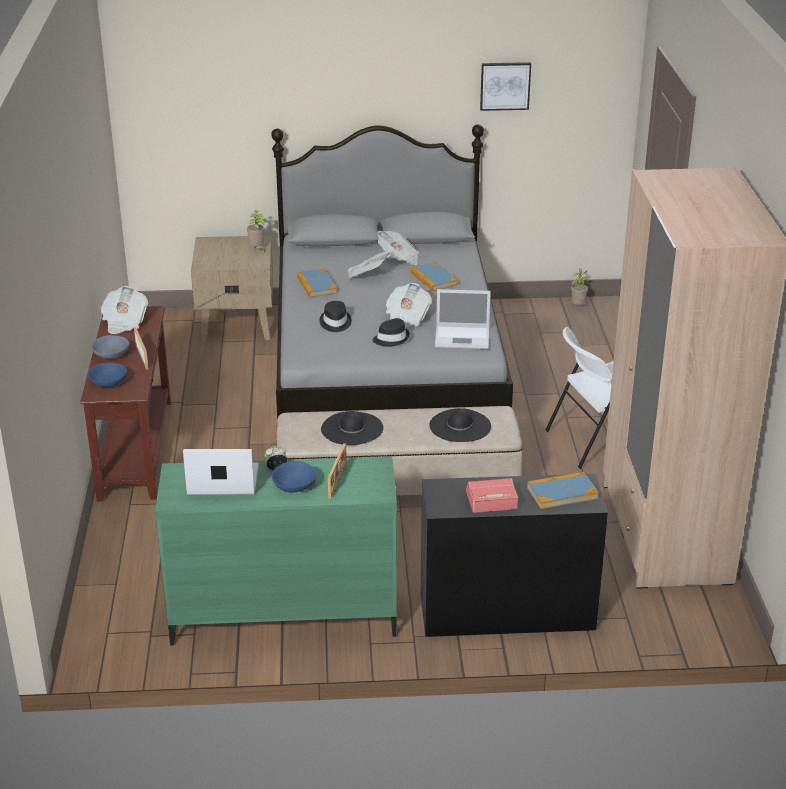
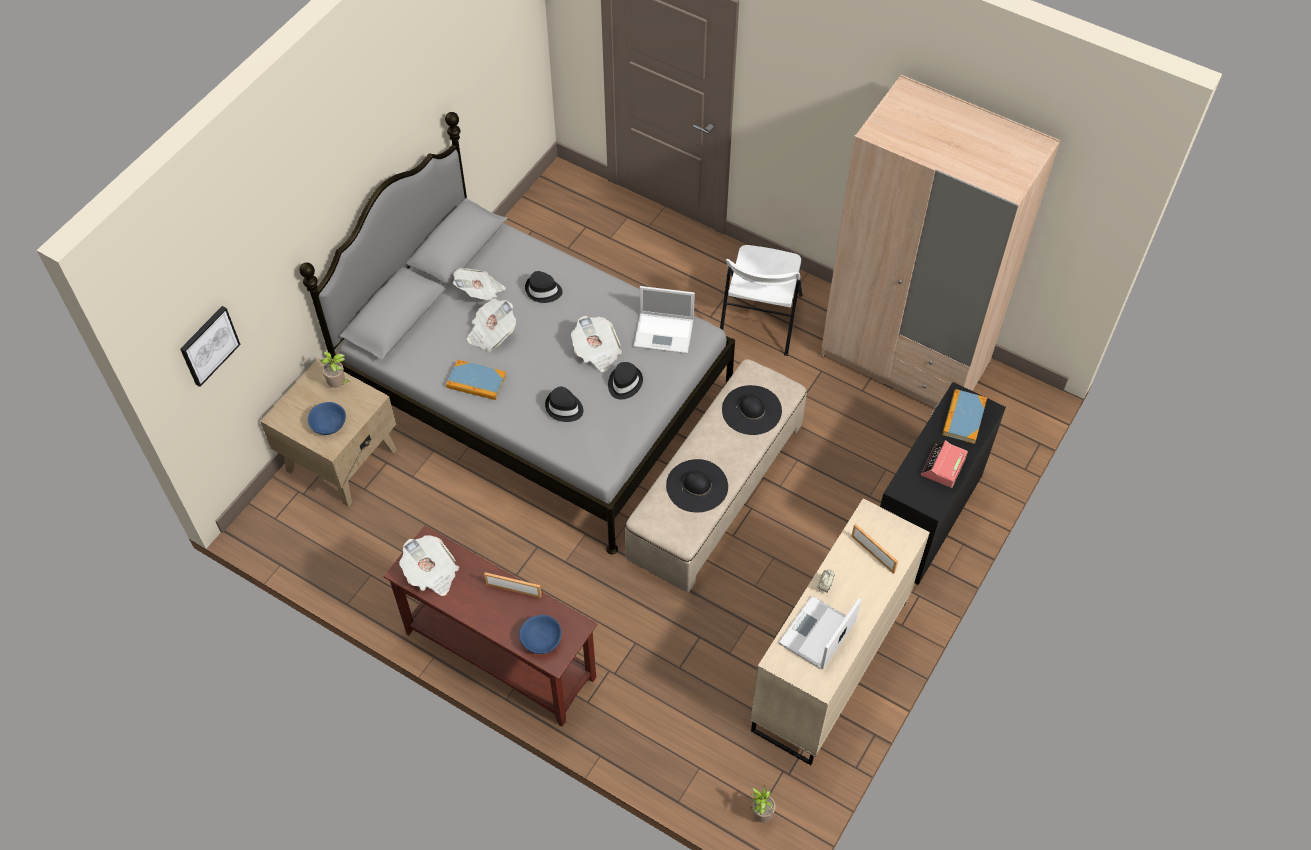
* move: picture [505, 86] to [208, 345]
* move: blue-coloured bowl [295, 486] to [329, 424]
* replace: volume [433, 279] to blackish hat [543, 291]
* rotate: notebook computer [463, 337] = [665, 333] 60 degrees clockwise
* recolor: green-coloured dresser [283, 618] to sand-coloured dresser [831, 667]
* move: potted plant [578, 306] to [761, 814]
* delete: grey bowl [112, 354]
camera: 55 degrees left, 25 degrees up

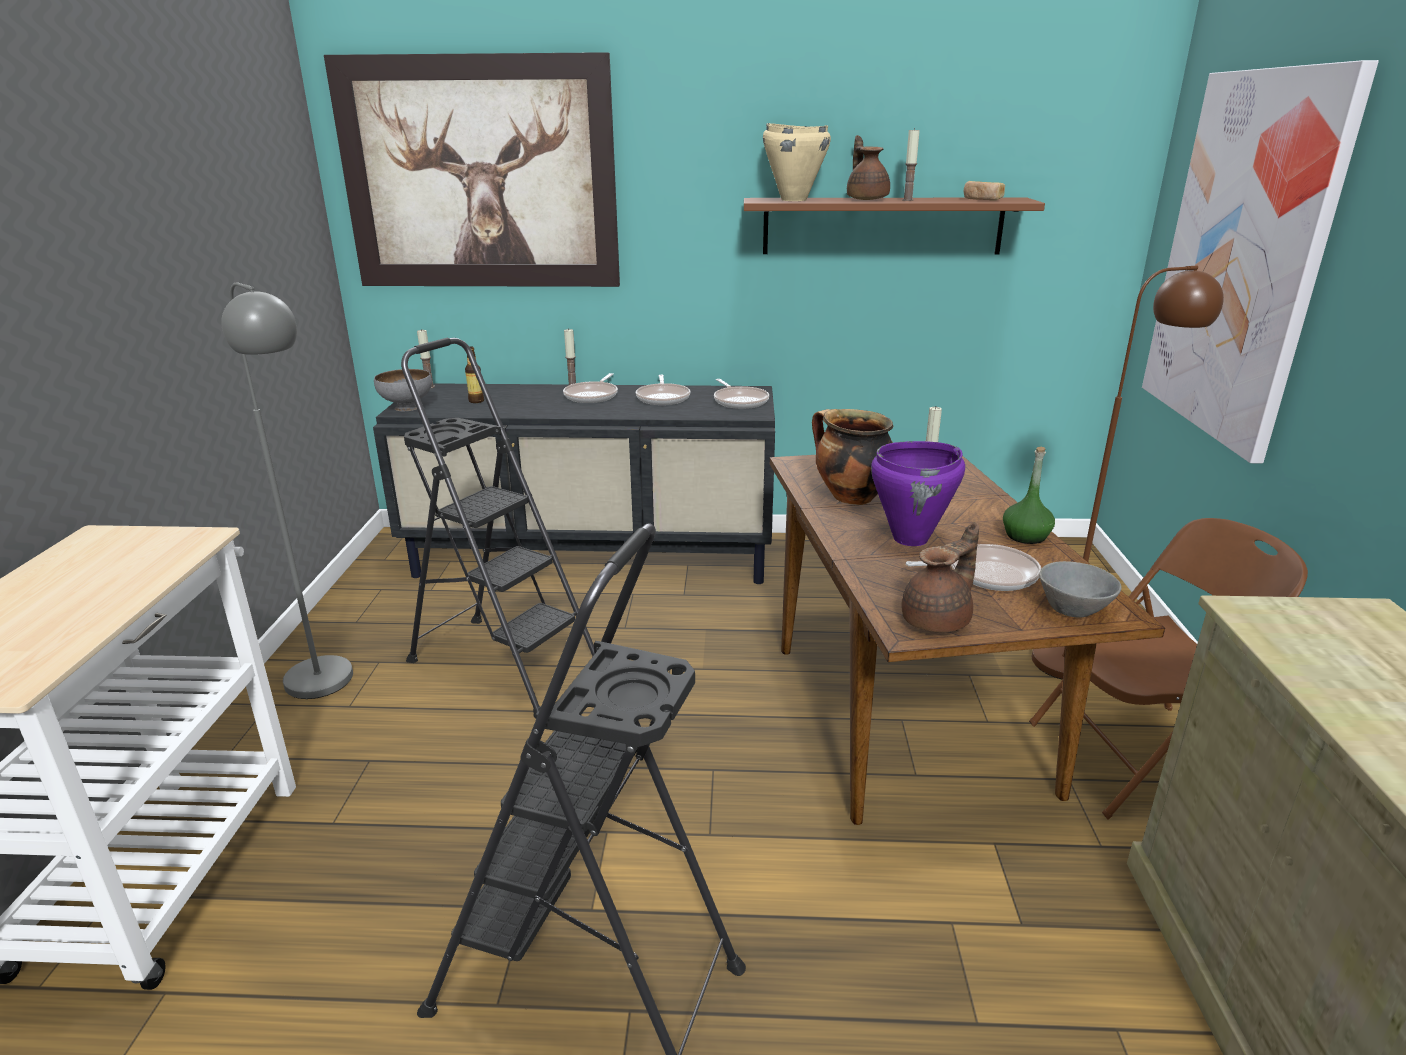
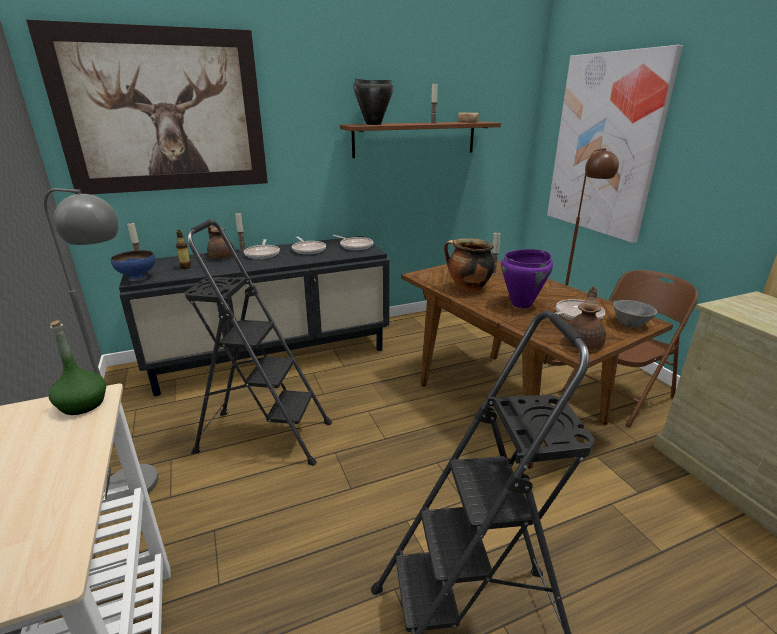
* move: green-coloured bottle [1025, 536] to [83, 404]
* recolor: grey bowl [407, 408] to blue-coloured bowl [137, 278]
* move: brown-coloured tea pot [866, 199] to [221, 256]
* recolor: sand-coloured saucepot [793, 200] to blackish saucepot [373, 124]
camera: 25 degrees left, 0 degrees up

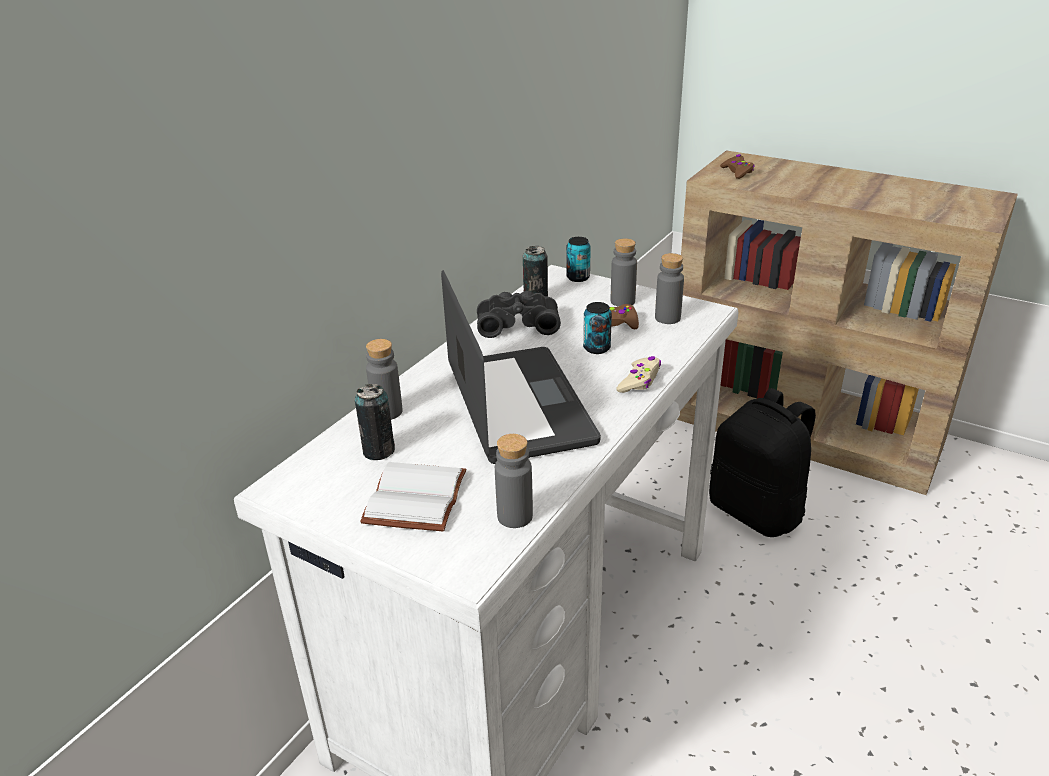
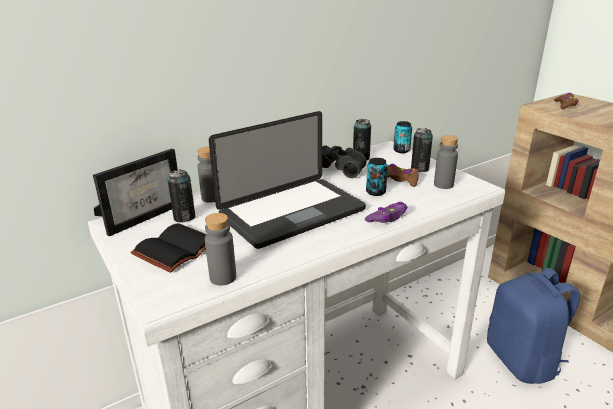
* insert: picture frame [143, 215]
* recolor: white-coloured volume [418, 500] to blackish volume [177, 250]
* rotate: notebook computer [519, 405] = [292, 213] 45 degrees clockwise
* recolor: sand-coloured joypad [639, 381] to purple-coloured joypad [387, 218]
* replace: grey bottle [622, 301] to metal can [419, 169]
* recolor: blackish rucksack [757, 511] to blue-coloured rucksack [523, 360]
camera: 25 degrees right, 5 degrees down

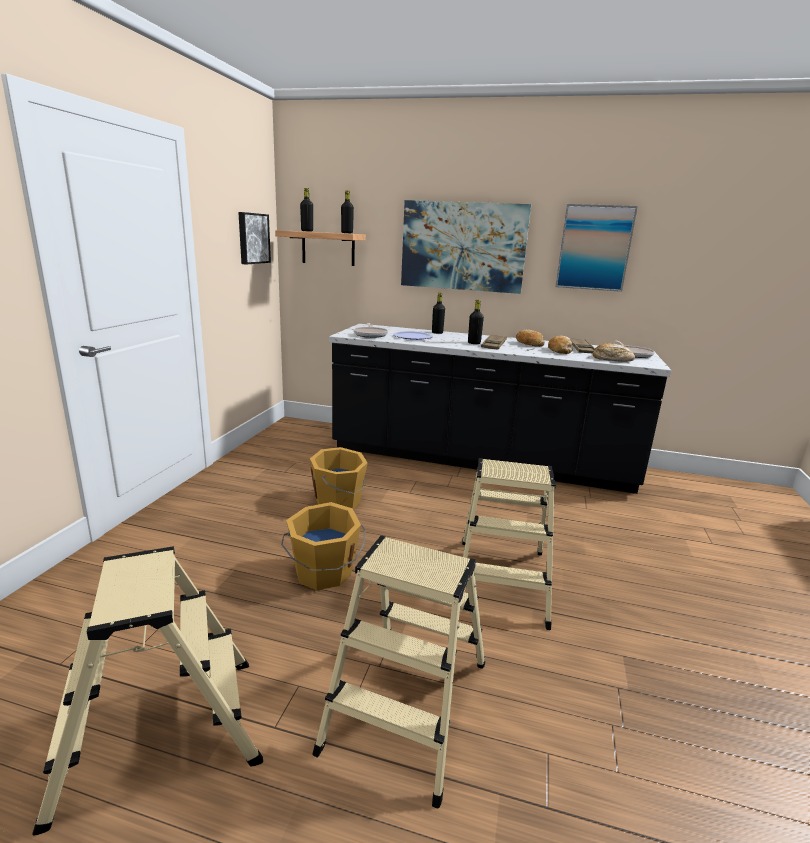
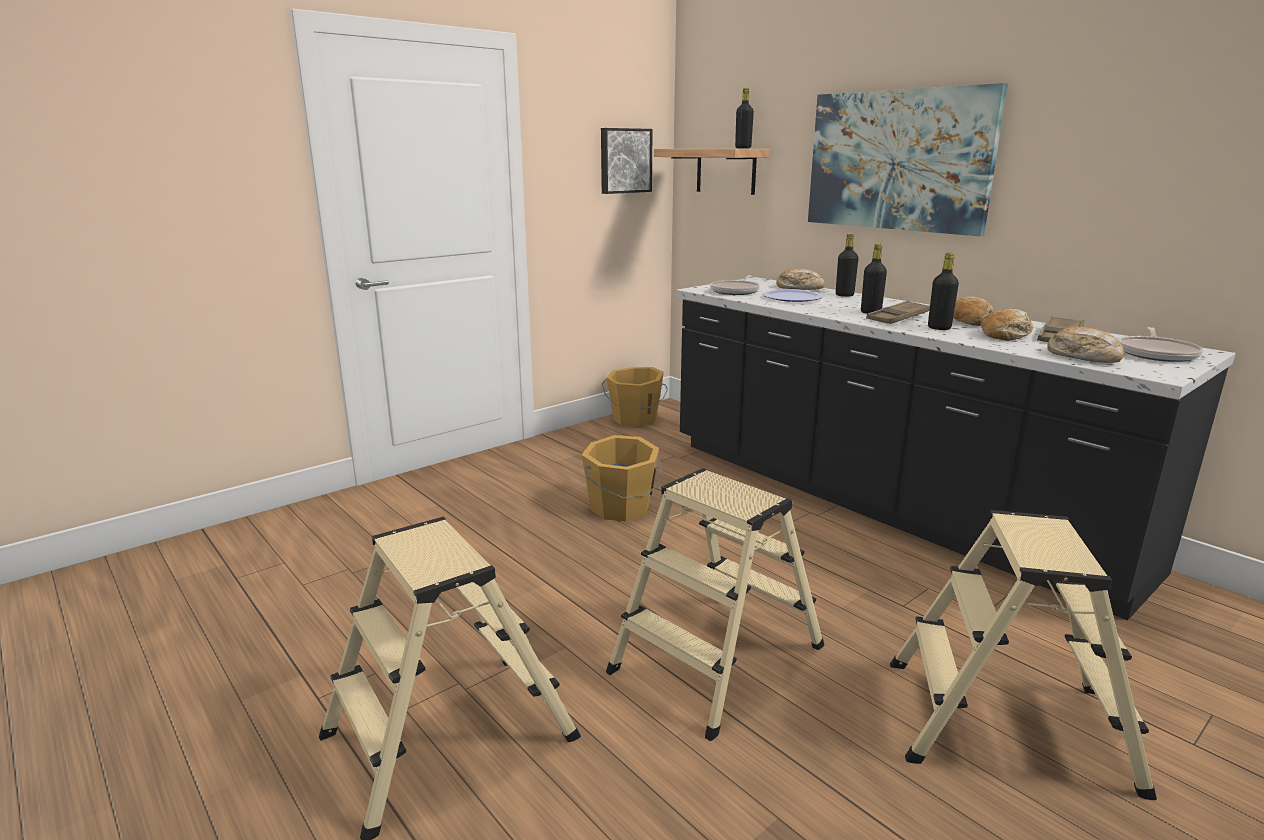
* move: orange-coloured water bucket [323, 573] to [634, 419]
* insert: baked bread [799, 288]
* move: sand-coloured step ladder [158, 734] to [1007, 723]
* move: blackish bottle [307, 231] to [939, 328]
* delete: picture [594, 248]
camera: 35 degrees right, 0 degrees up

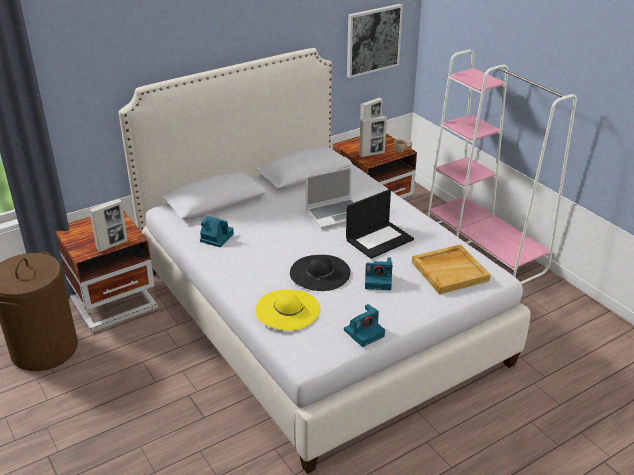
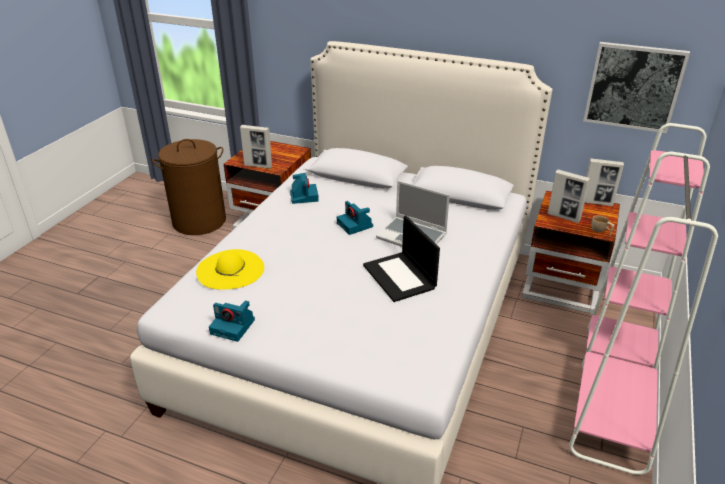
* move: photo camera [379, 280] to [355, 225]
* rotate: notebook computer [379, 239] = [400, 277] 45 degrees clockwise
* delete: blackish hat [320, 272]
* delete: sand-coloured carrying tray [450, 271]
camera: 55 degrees right, 0 degrees up

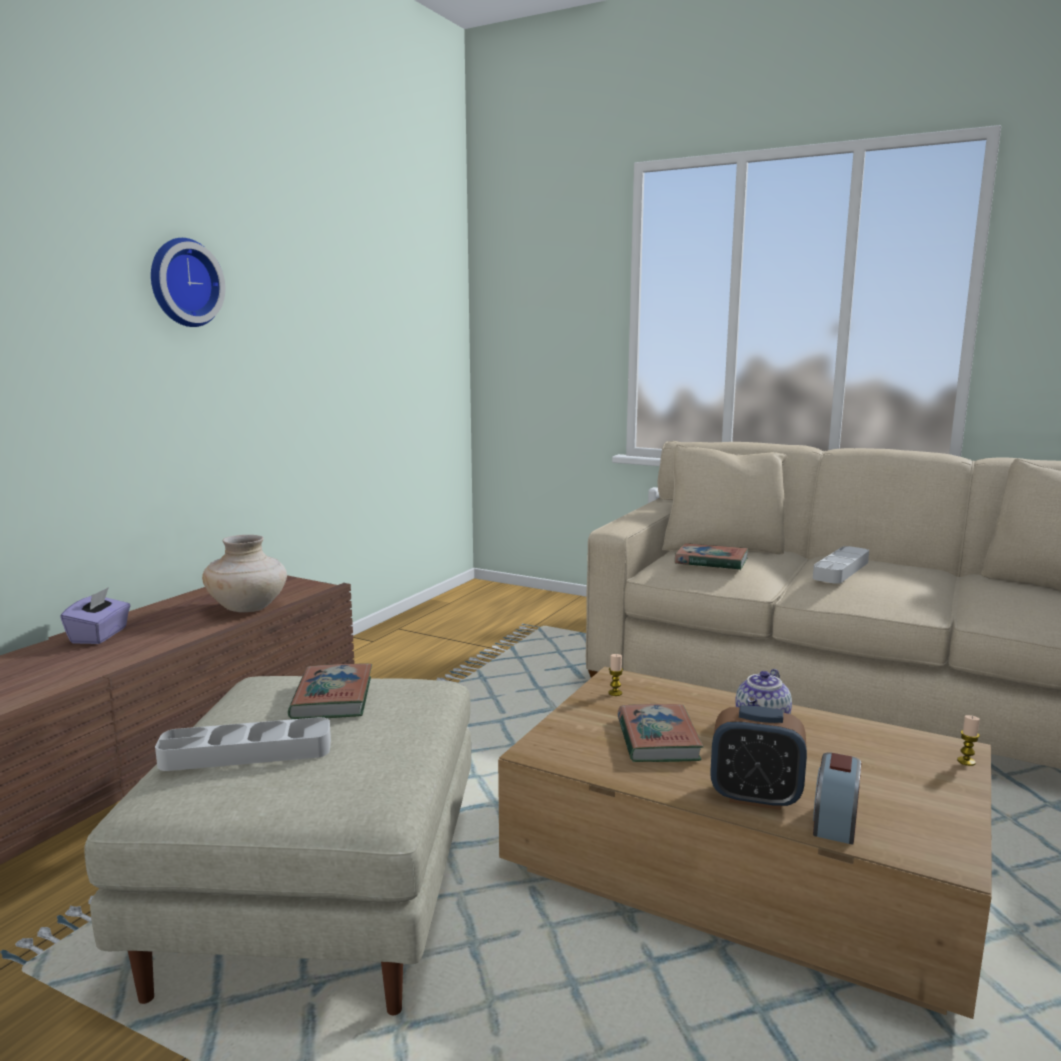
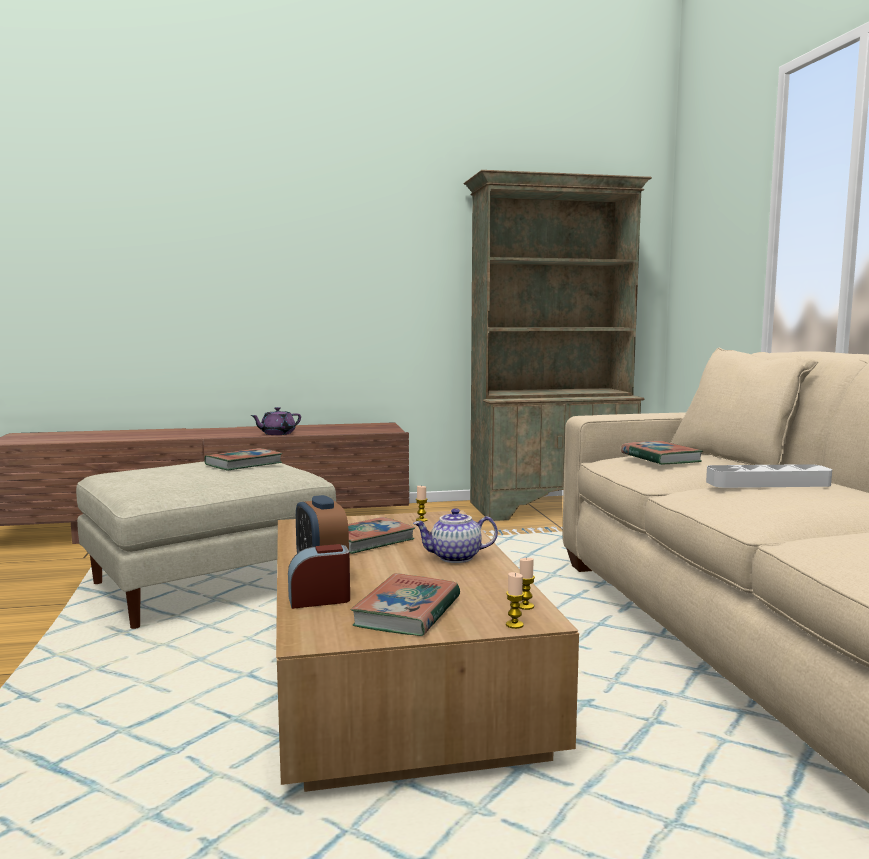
* insert: purple-coloured tea pot [277, 434]
* insert: volume [407, 612]
* insert: green-coloured bookcase [551, 507]
* insert: wax candle [525, 606]
* delete: purple-coloured tissue box [100, 635]
* delete: wall clock [183, 283]
* delete: grey carrying tray [246, 753]
* delete: sand-coloured flower vase [248, 608]
camera: 50 degrees right, 5 degrees down

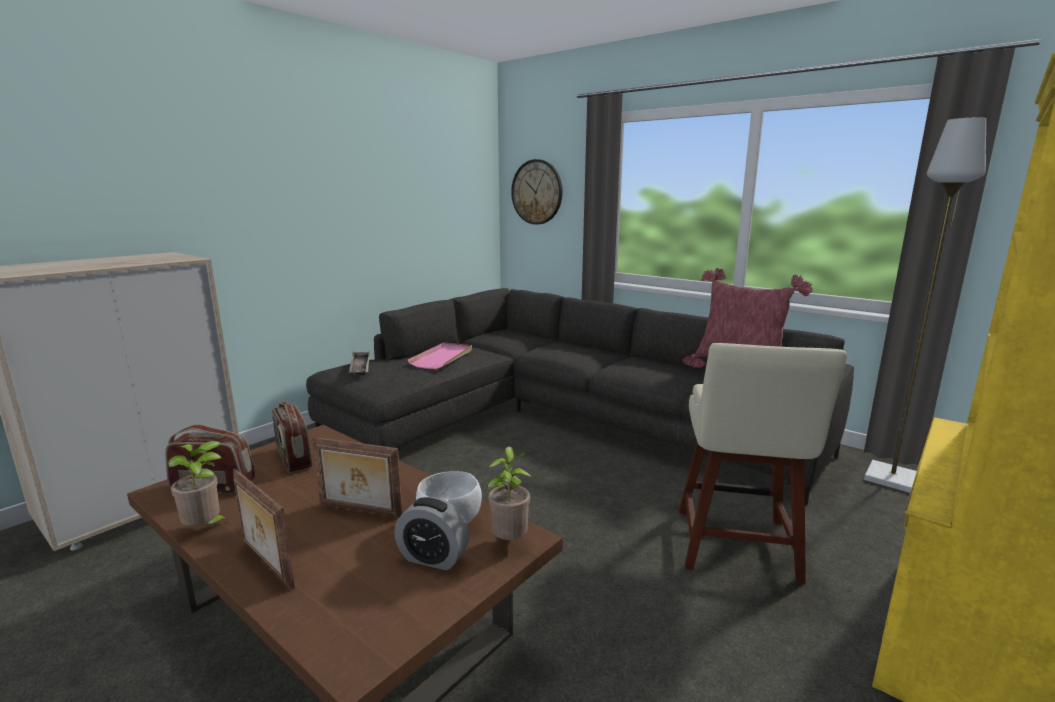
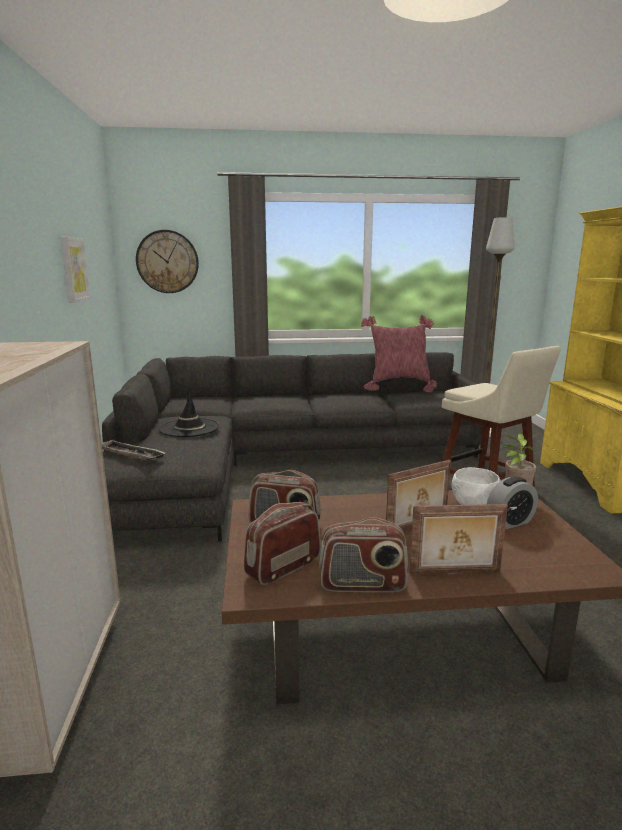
* insert: picture [74, 269]
* replace: pinkish carrying tray [442, 358] to blackish hat [189, 428]
* replace: potted plant [206, 528] to radio set [362, 584]
camera: 45 degrees left, 0 degrees up

